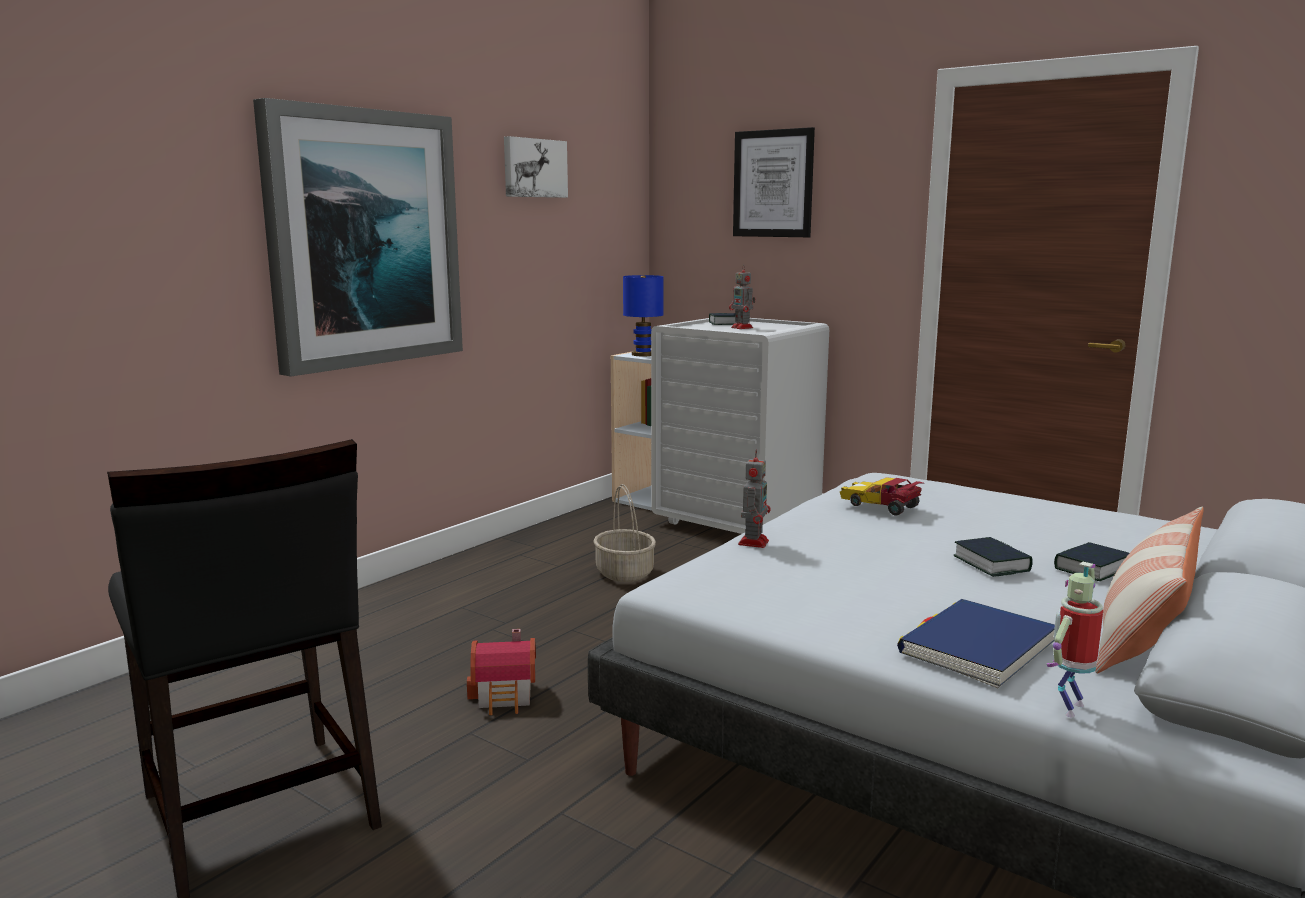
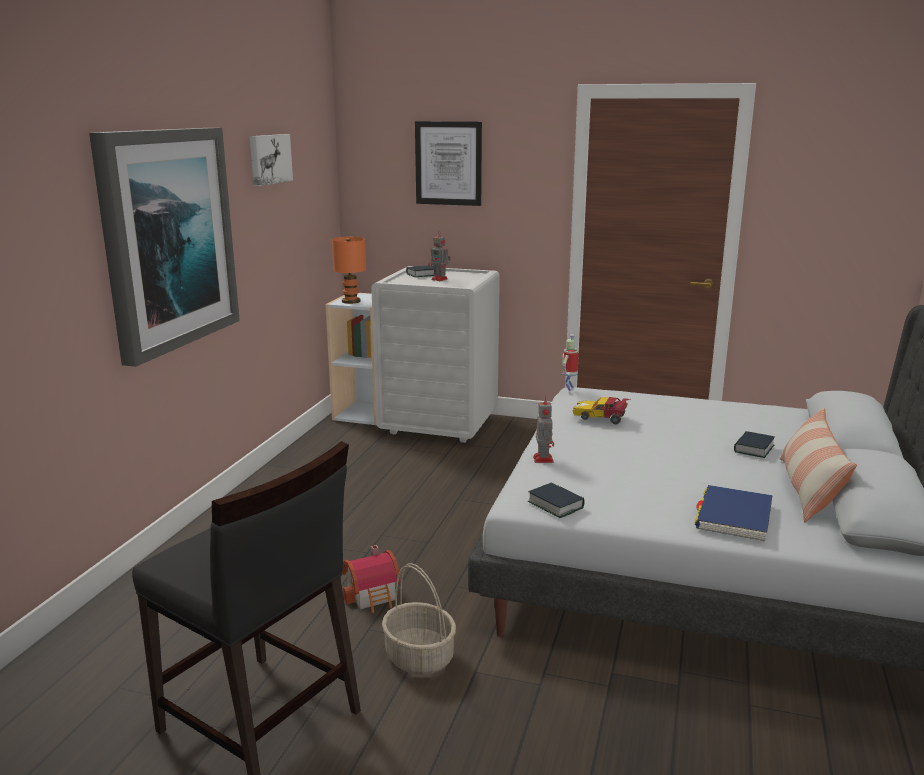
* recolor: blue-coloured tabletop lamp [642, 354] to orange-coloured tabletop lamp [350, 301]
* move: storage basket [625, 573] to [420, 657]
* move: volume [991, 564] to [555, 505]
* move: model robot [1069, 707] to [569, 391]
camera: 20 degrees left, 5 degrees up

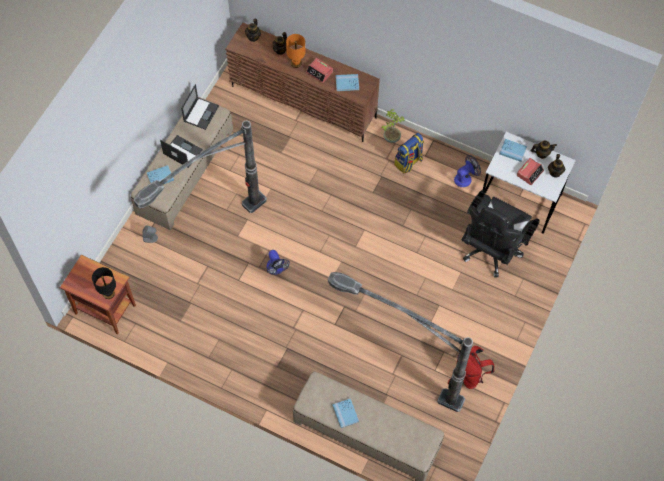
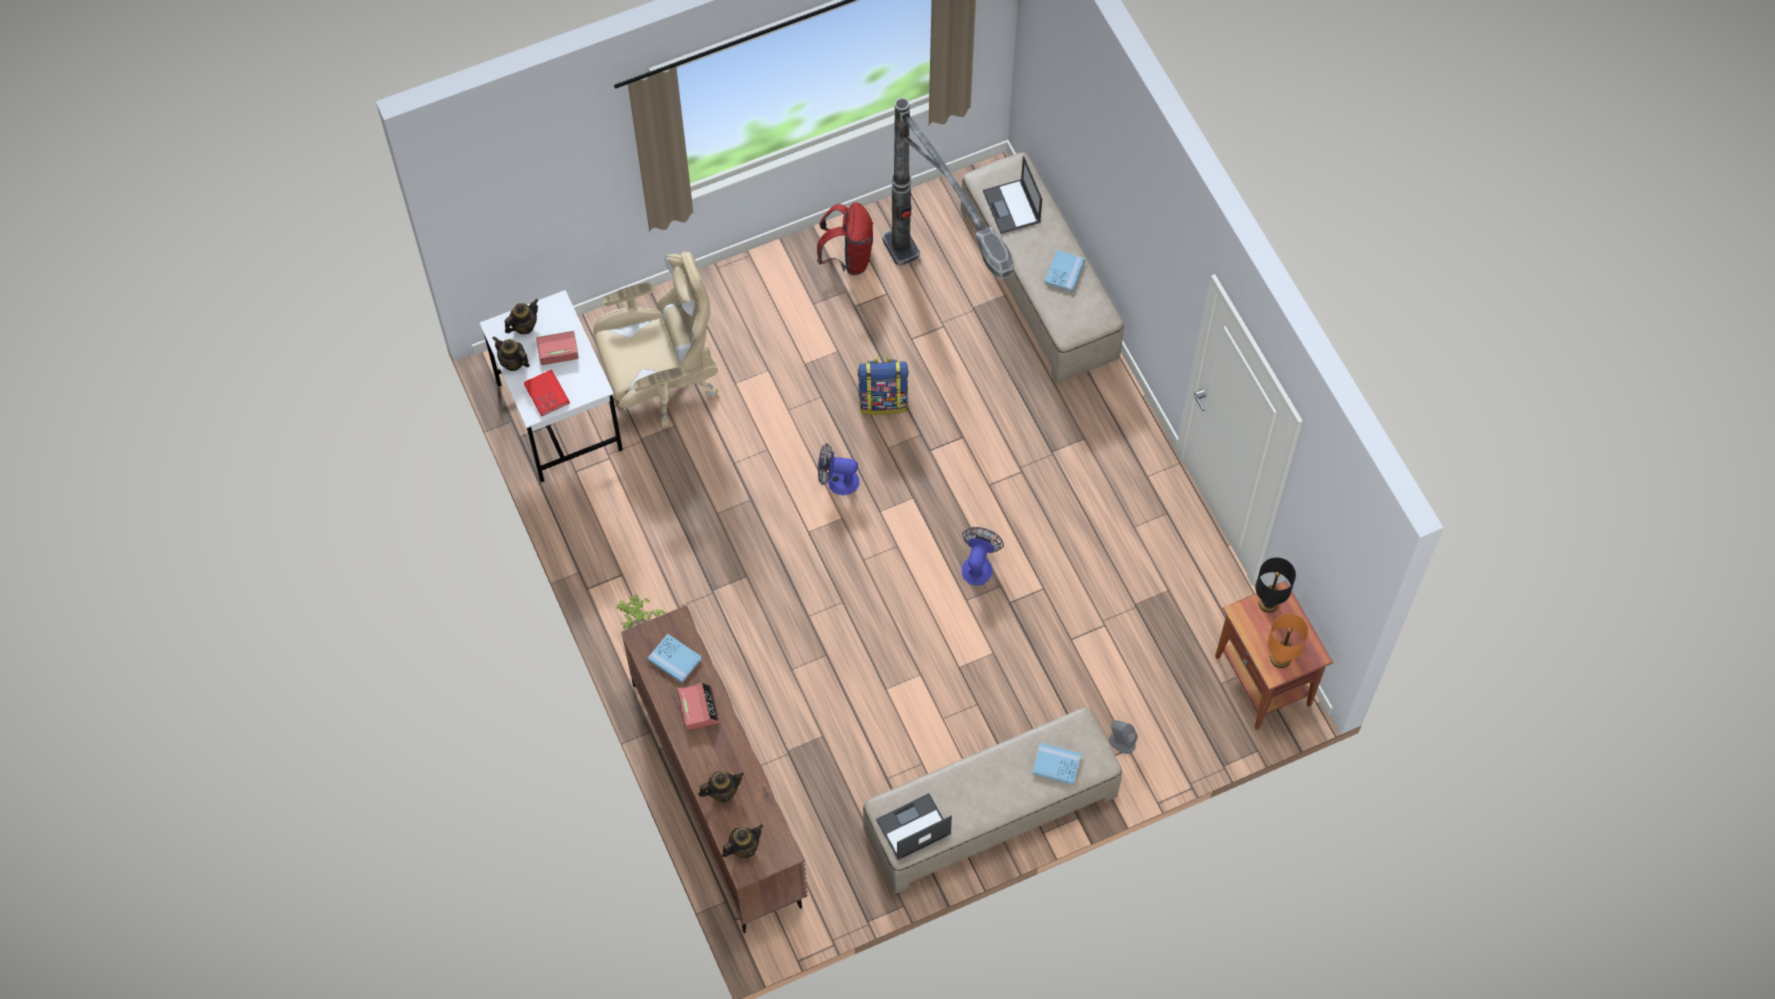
* recolor: blue-coloured volume [512, 151] to red-coloured volume [546, 394]
* recolor: blackish computer chair [493, 247] to sand-coloured computer chair [659, 384]
* move: fan [465, 178] to [837, 481]
* move: rucksack [408, 162] to [883, 400]
* move: notebook computer [182, 151] to [1012, 207]
* move: orange-coloured tabletop lamp [296, 63] to [1280, 659]
* delete: standing lamp [211, 237]
camera: 140 degrees left, 0 degrees up

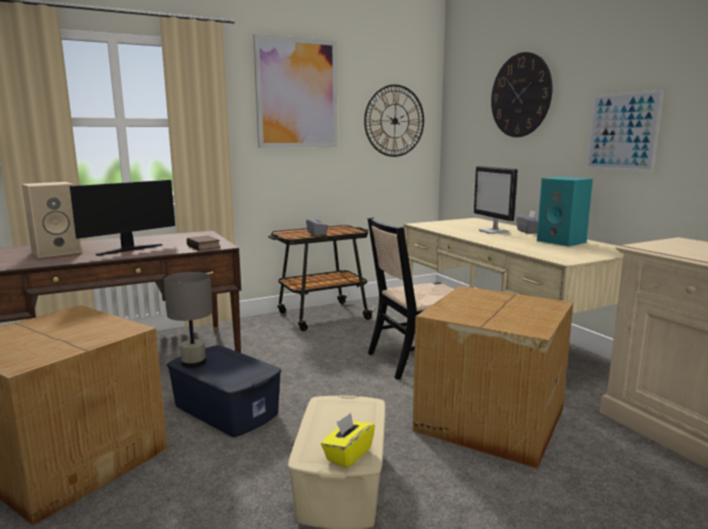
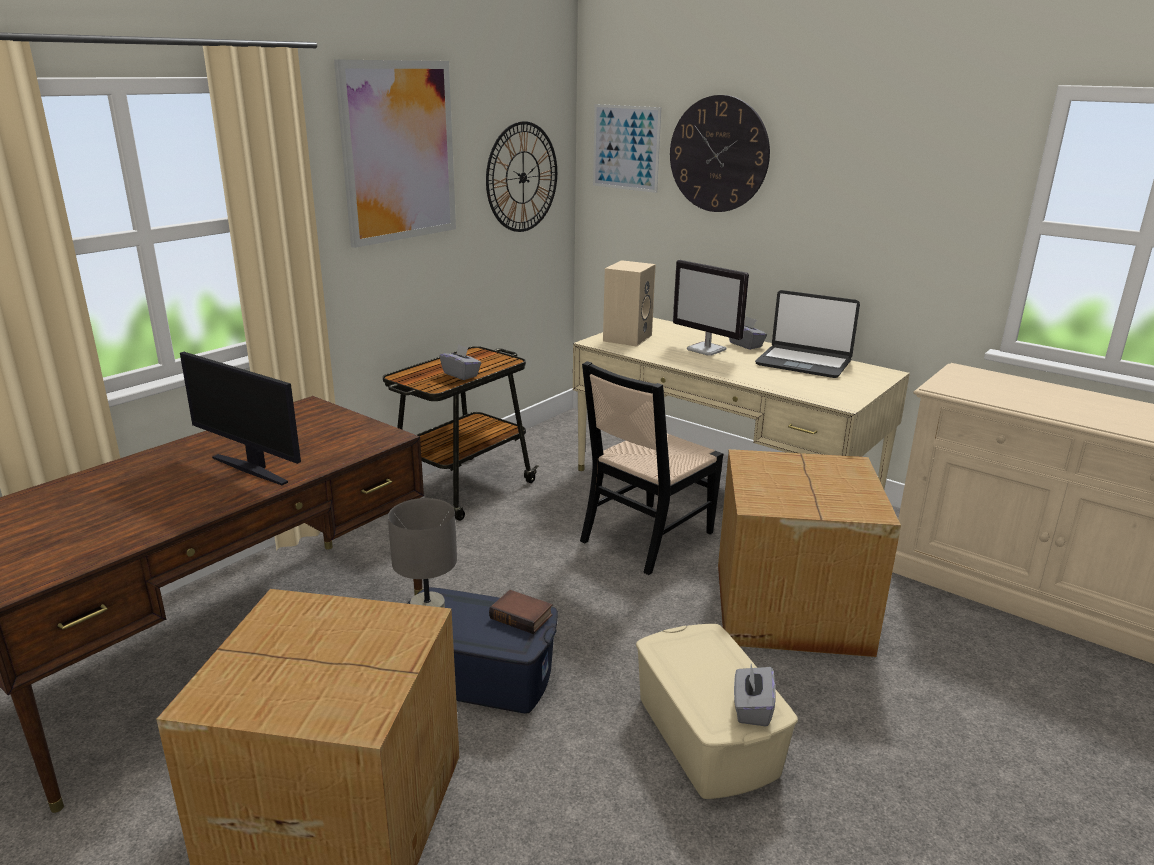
* rotate: computer display [129, 249] = [252, 468] 105 degrees clockwise
* move: volume [204, 246] to [523, 616]
* move: picture [622, 131] to [626, 148]
* move: sand-coloured speaker [57, 252] to [627, 337]
* recolor: yellow-coloured tissue box [348, 454] to grey tissue box [751, 709]
* replace: turquoise speaker [562, 241] to notebook computer [803, 363]
camera: 25 degrees left, 10 degrees up

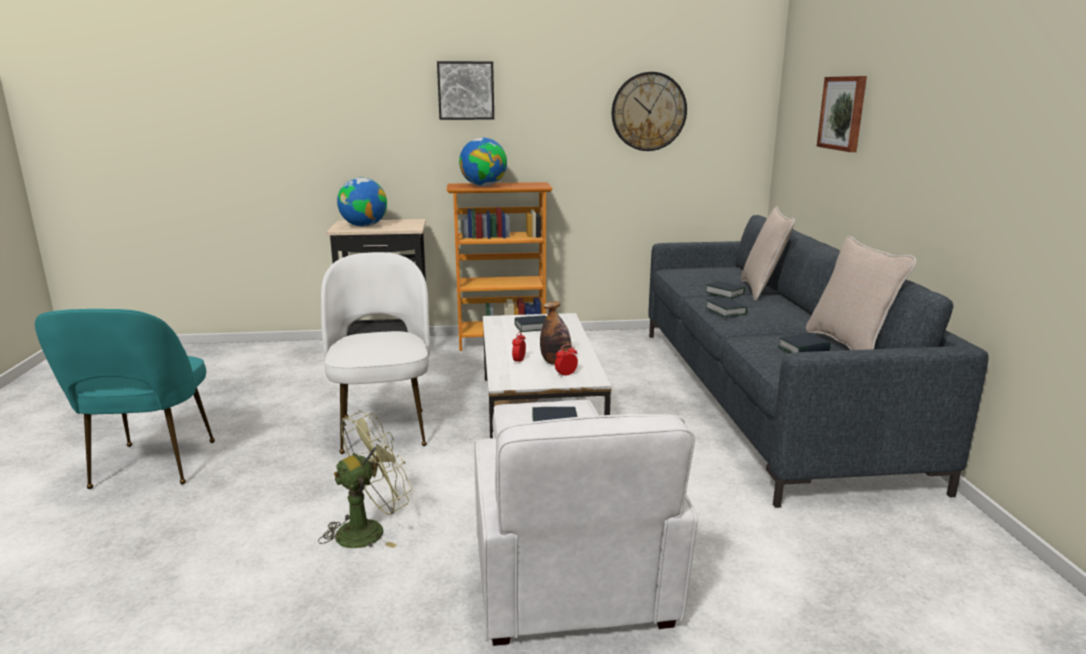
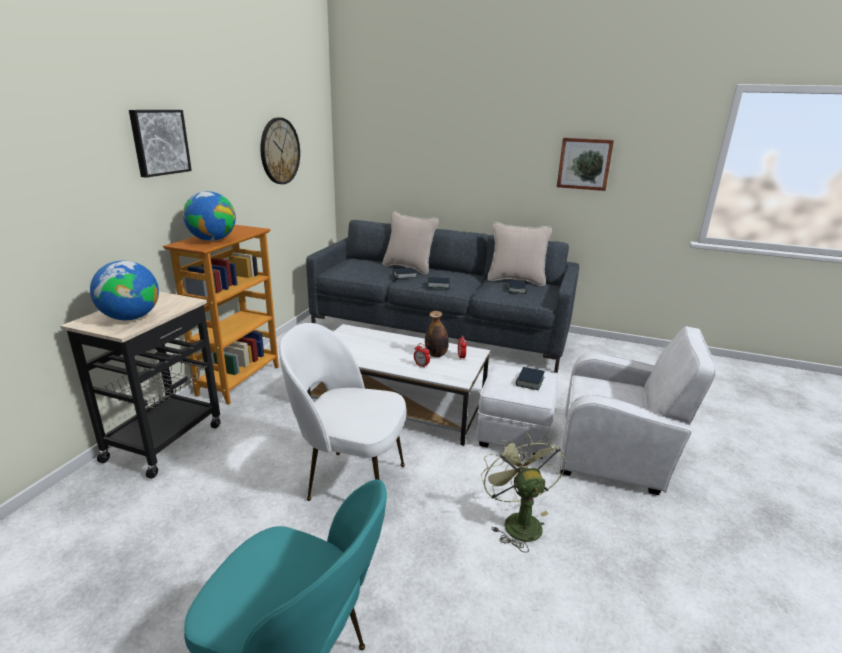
* move: picture [843, 113] to [584, 164]
* delete: volume [532, 327]
camera: 65 degrees left, 5 degrees up

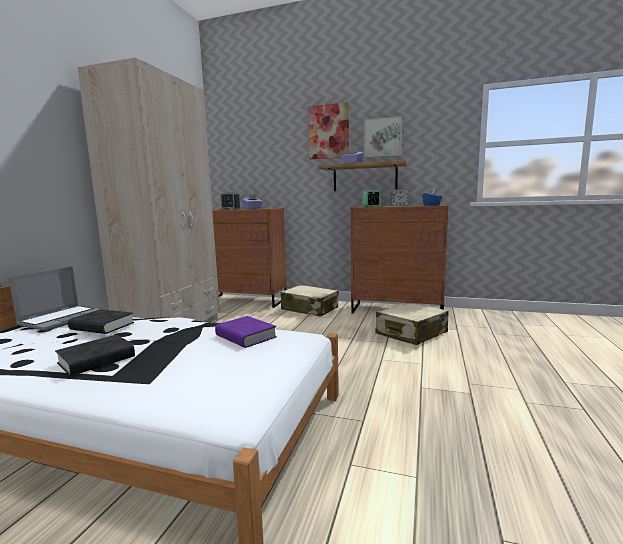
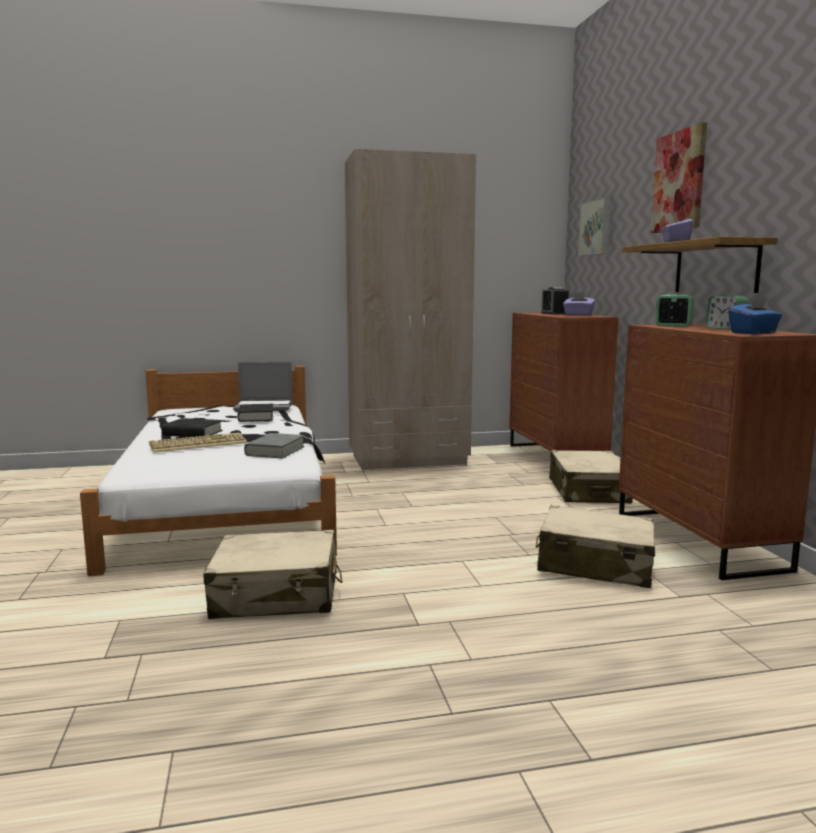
* insert: computer keyboard [198, 444]
* insert: sand-coloured travel case [276, 595]
* recolor: purple-coloured volume [245, 336] to grey volume [275, 451]
* move: picture [382, 137] to [597, 227]
camera: 60 degrees right, 0 degrees up

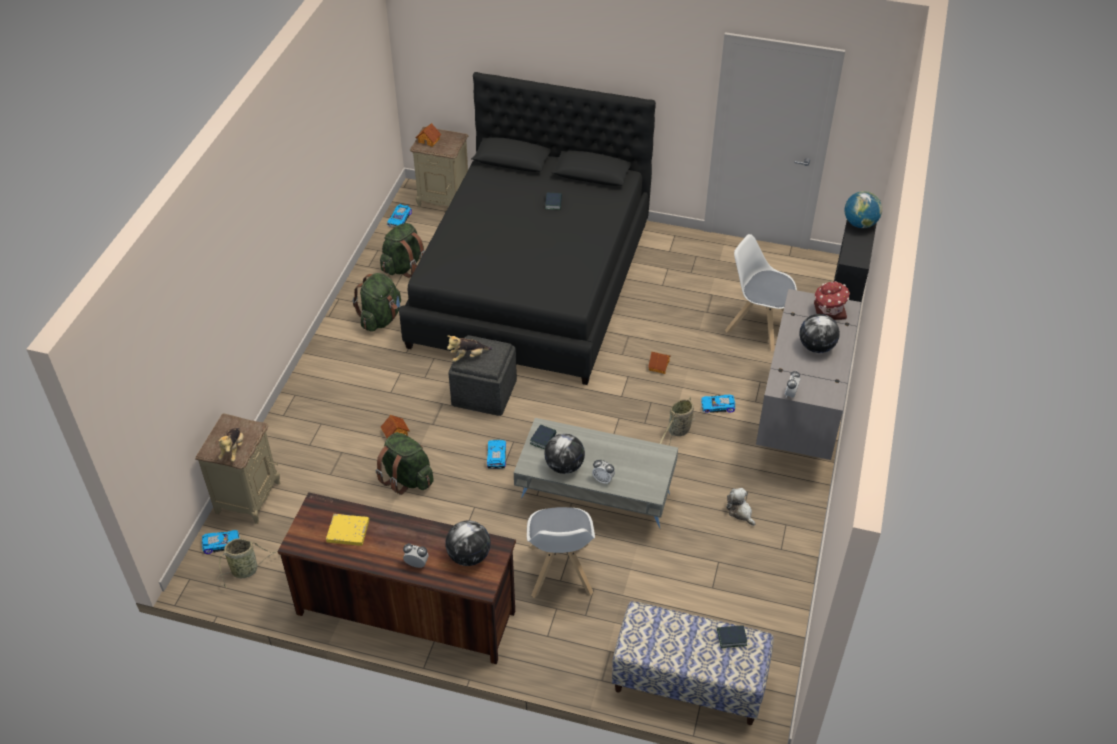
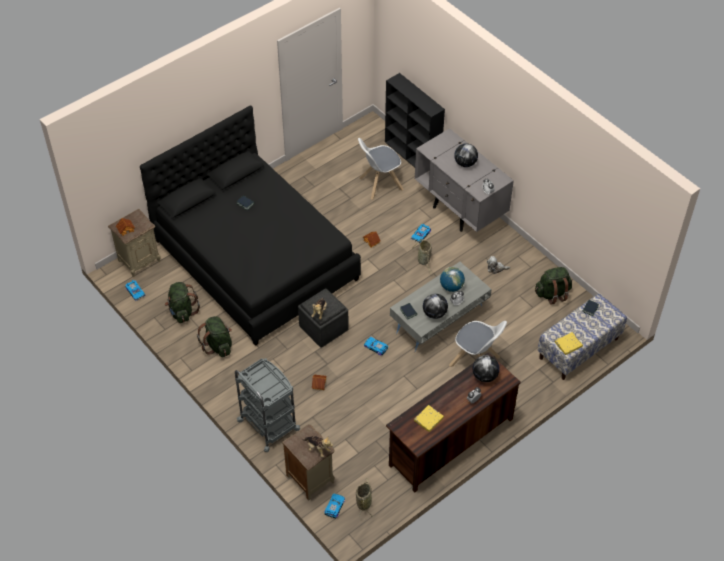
* insert: grey trolley [269, 425]
* move: desk globe [860, 224] to [451, 287]
* move: green-coloured rucksack [407, 478] to [552, 294]
* insert: yellow-coloured volume [568, 344]
* delete: toy house [829, 311]
camera: 55 degrees left, 5 degrees up

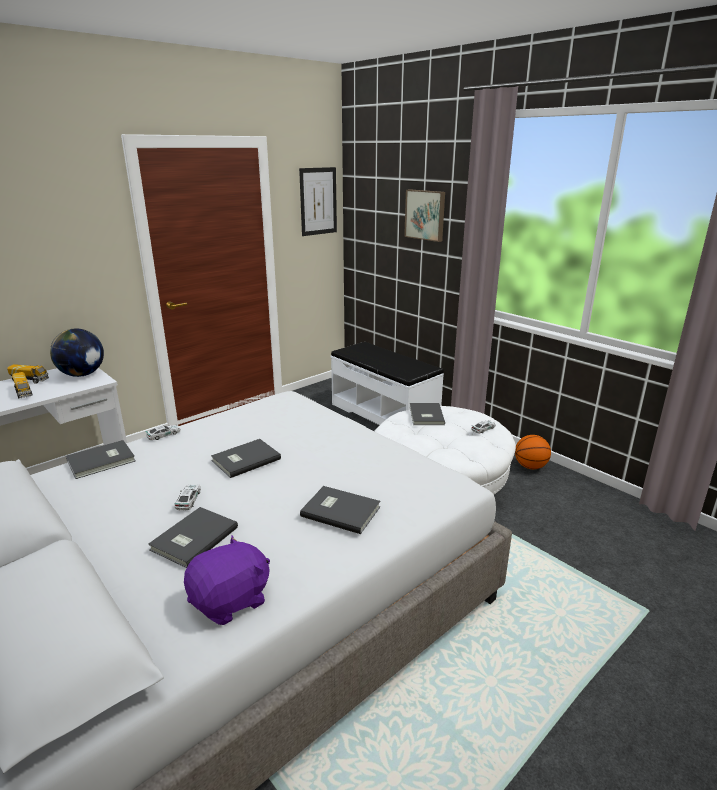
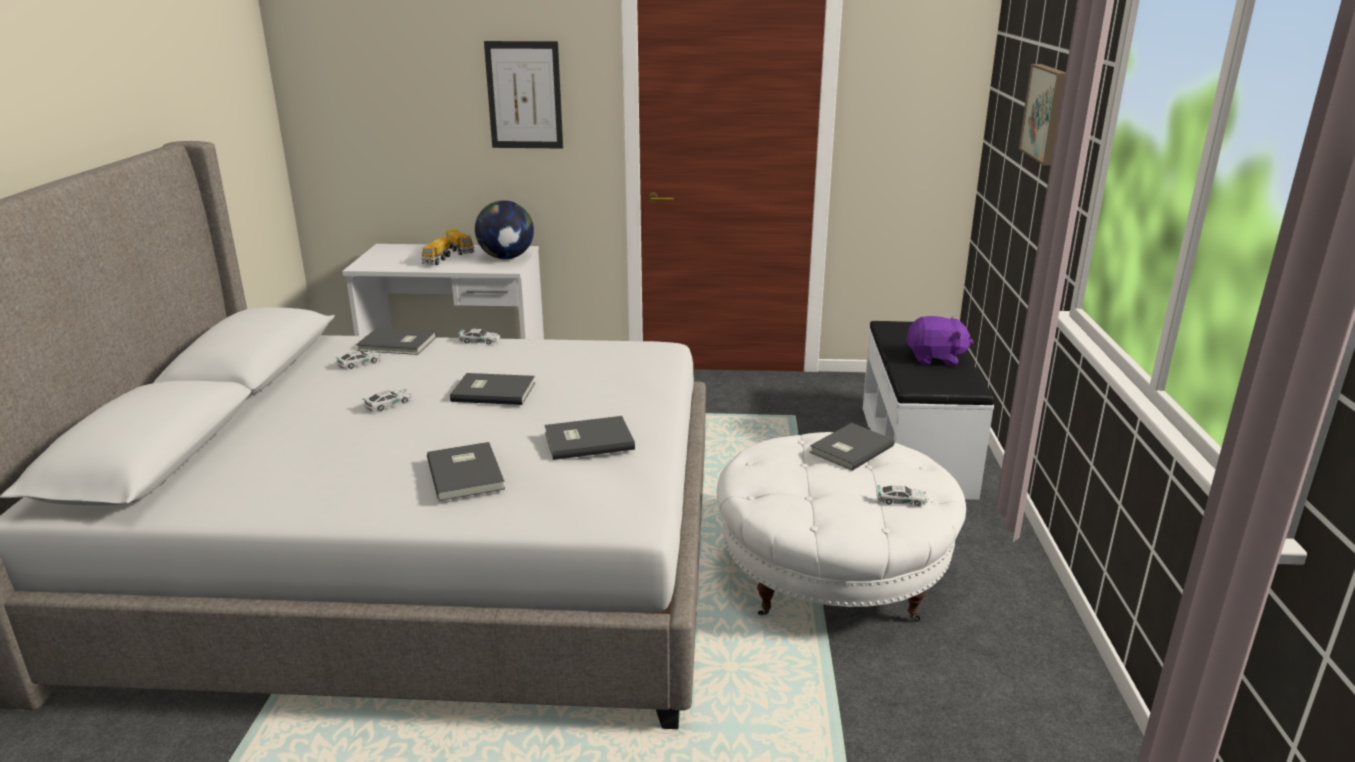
* insert: model car [360, 363]
* move: picture [318, 201] to [524, 95]
* move: grey volume [192, 538] to [587, 440]
* move: purple-coloured soft toy [231, 601] to [935, 359]
* delete: ball for basketball [530, 466]
camera: 45 degrees right, 0 degrees up

